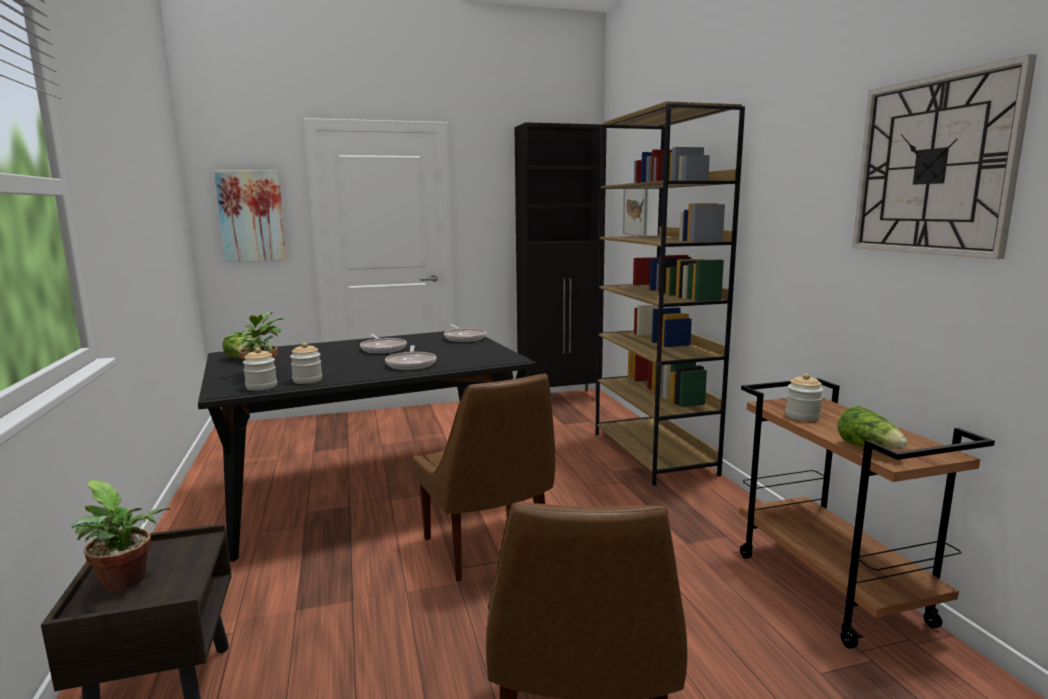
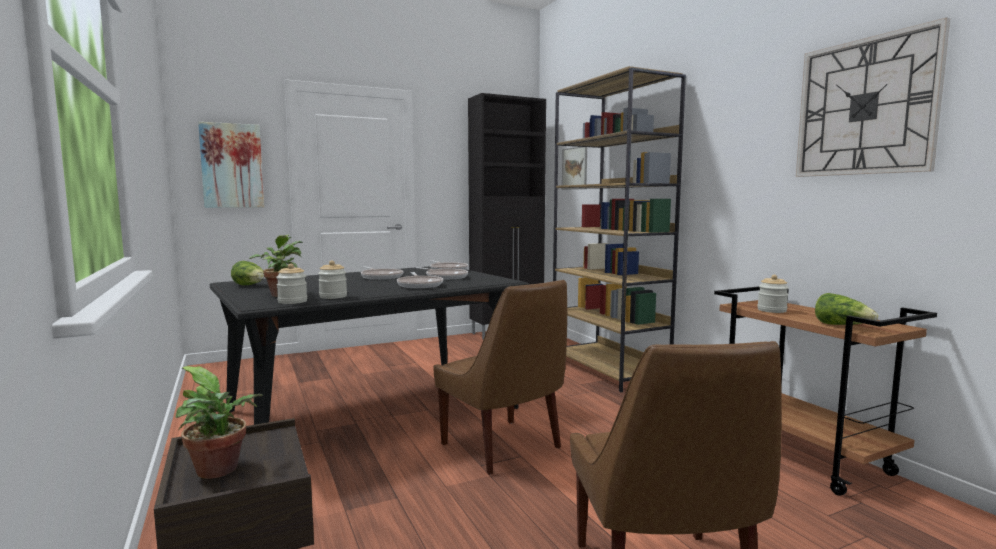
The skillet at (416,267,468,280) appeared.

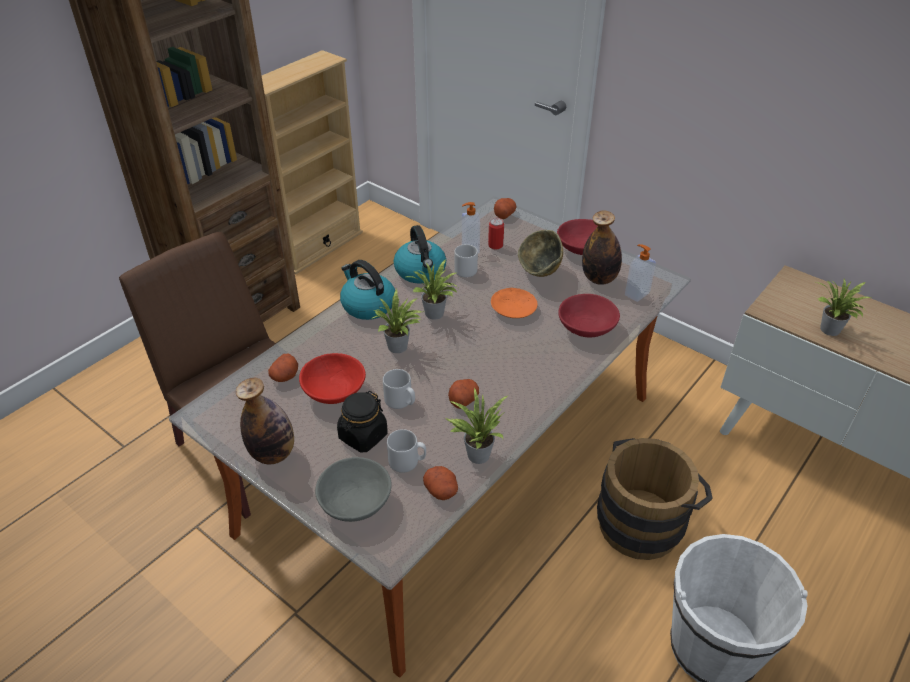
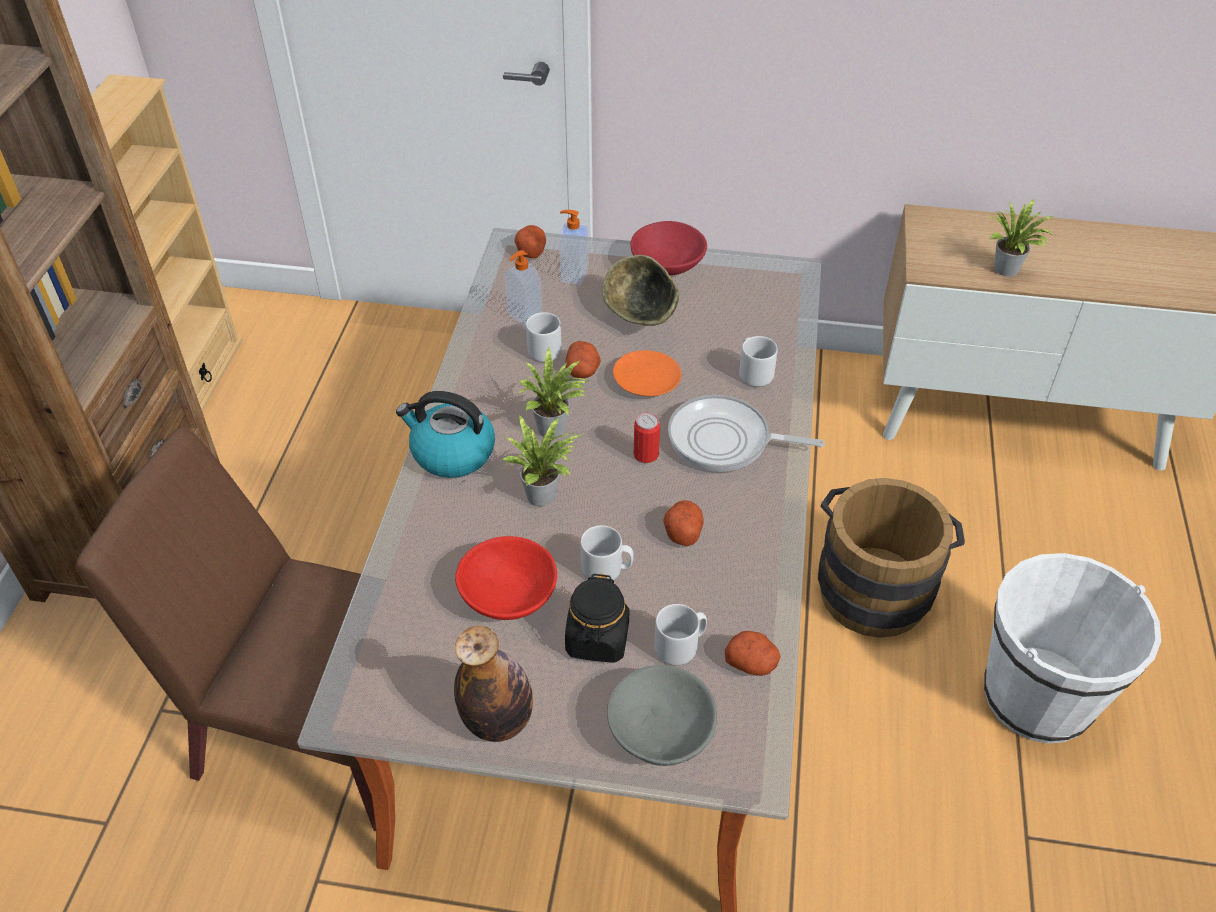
The whole potato moved from (268,354,298,382) to (565,341,601,378).
The kettle at (394,225,446,284) disappeared.
The plant in a pot at (445,388,508,464) disappeared.
The can moved from (488,218,504,249) to (634,413,660,463).
The red-coloured bowl at (558,294,620,337) was replaced by the gray tea mug at (739,336,778,387).
The drink bottle at (582,211,622,285) disappeared.
The soap dispenser moved from (625,244,656,302) to (559,210,589,285).
The skillet at (668,395,825,472) appeared.

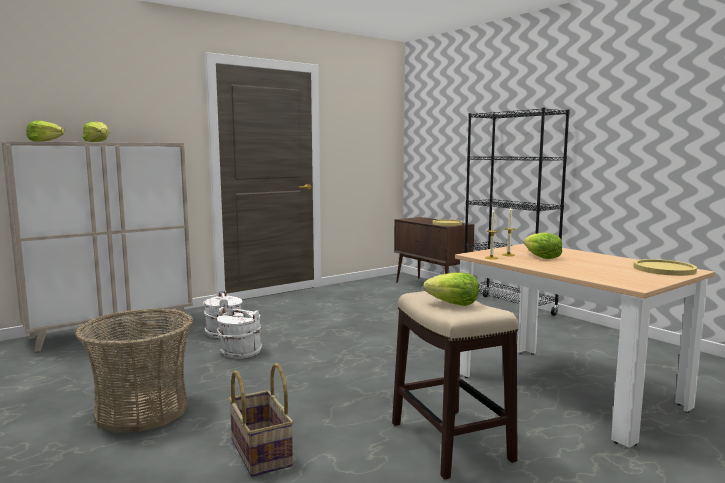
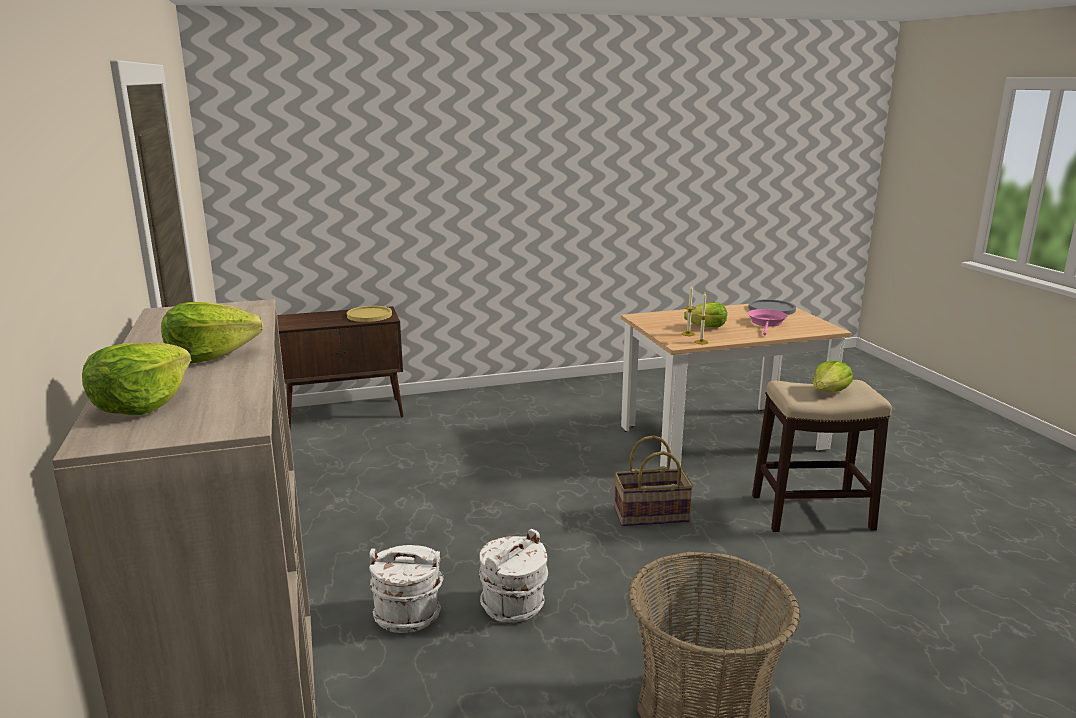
The storage basket moved from (228,363,294,477) to (614,435,693,527).
The blackish bookcase at (464,108,570,316) disappeared.
The yellowish plate at (634,259,697,276) became the gray plate at (748,299,796,315).
The pink skillet at (748,309,788,335) appeared.

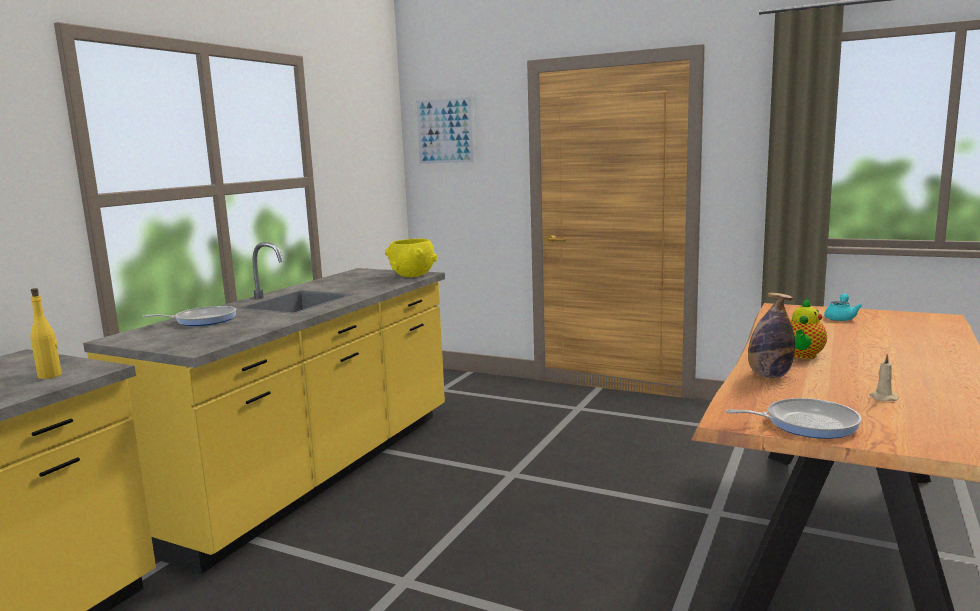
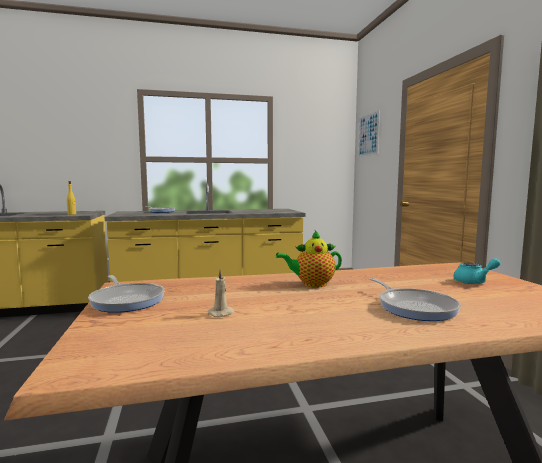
The yellowish bowl at (385,239,437,277) disappeared.
The drink bottle at (748,293,795,378) disappeared.
The skillet at (370,278,461,321) appeared.

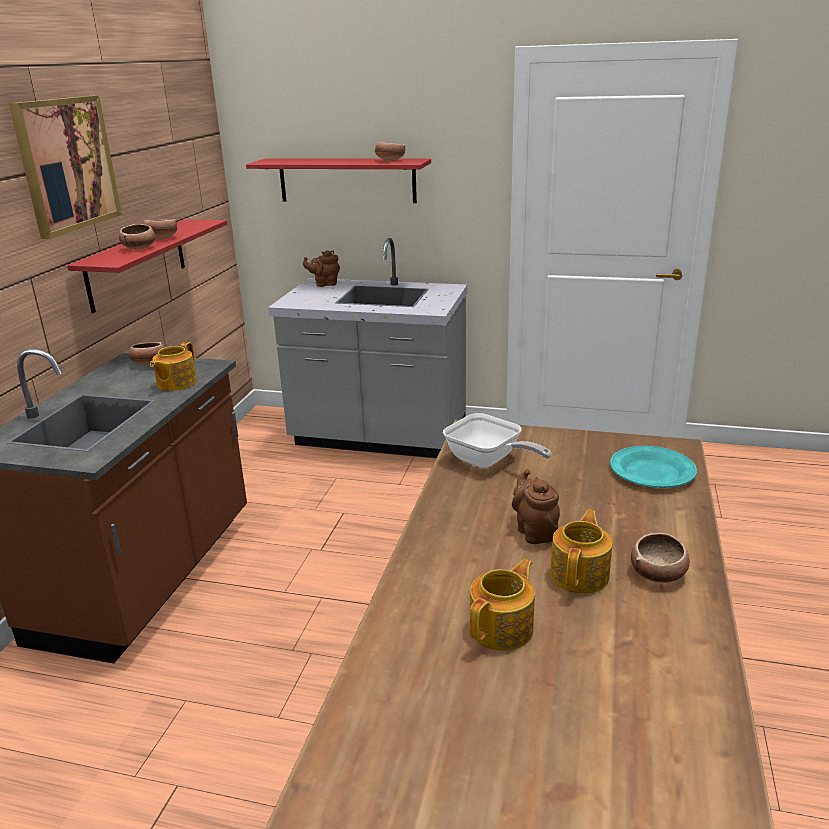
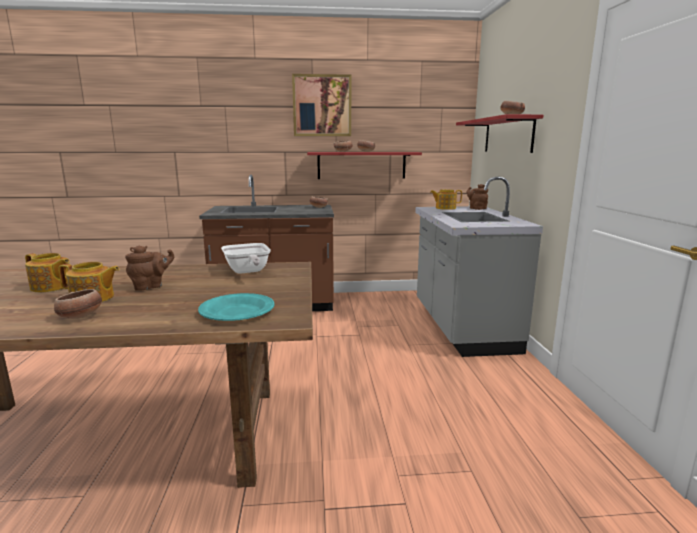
The teapot moved from (150,342,197,391) to (430,189,462,210).
The skillet at (443,413,551,468) turned 45 degrees counterclockwise.

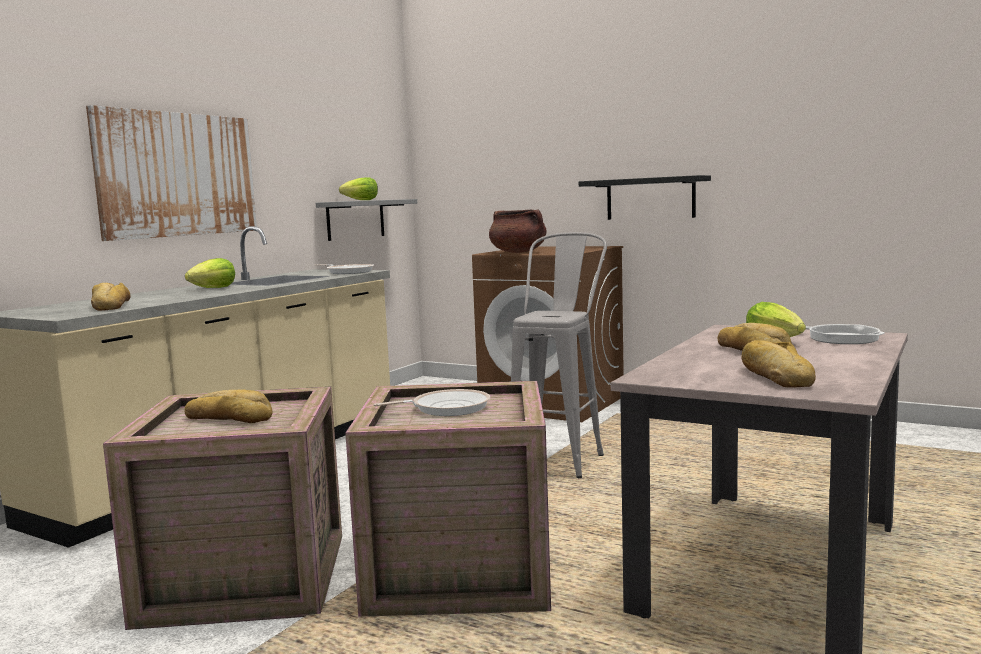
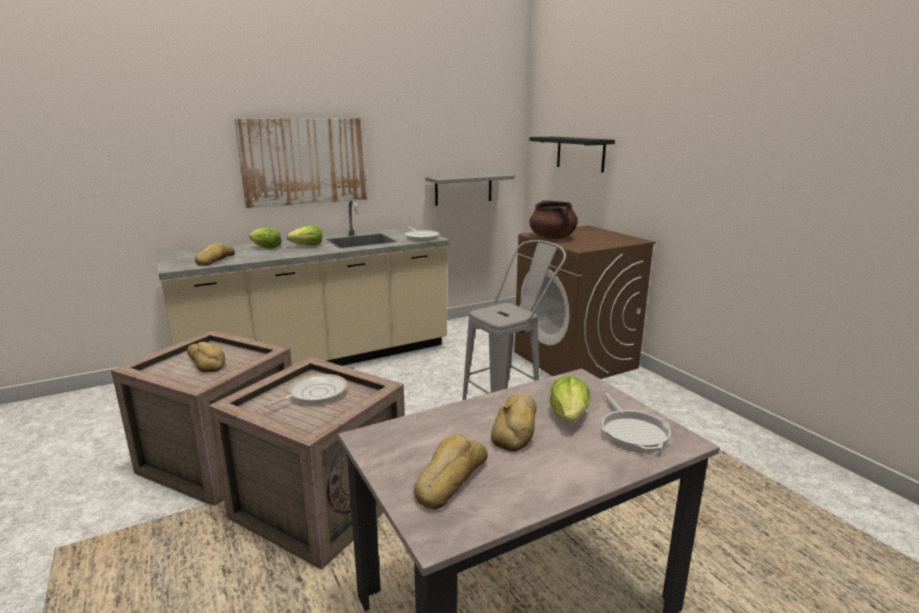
The lettuce moved from (339,177,378,200) to (249,228,282,249).
The skillet at (373,389,490,416) turned 60 degrees counterclockwise.
The blackish bracket shelf moved from (579,175,711,220) to (529,137,615,173).

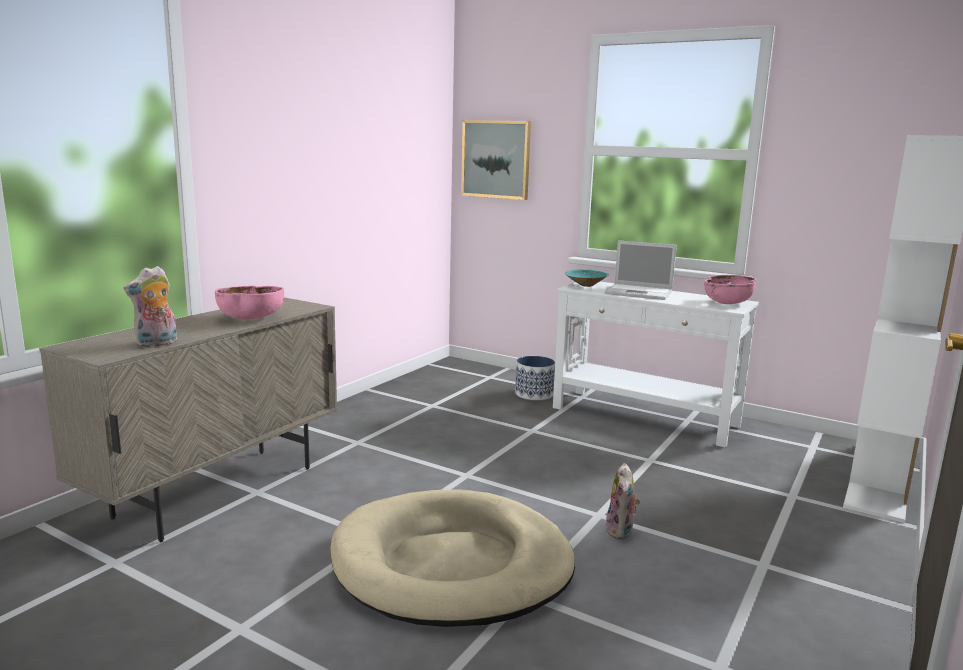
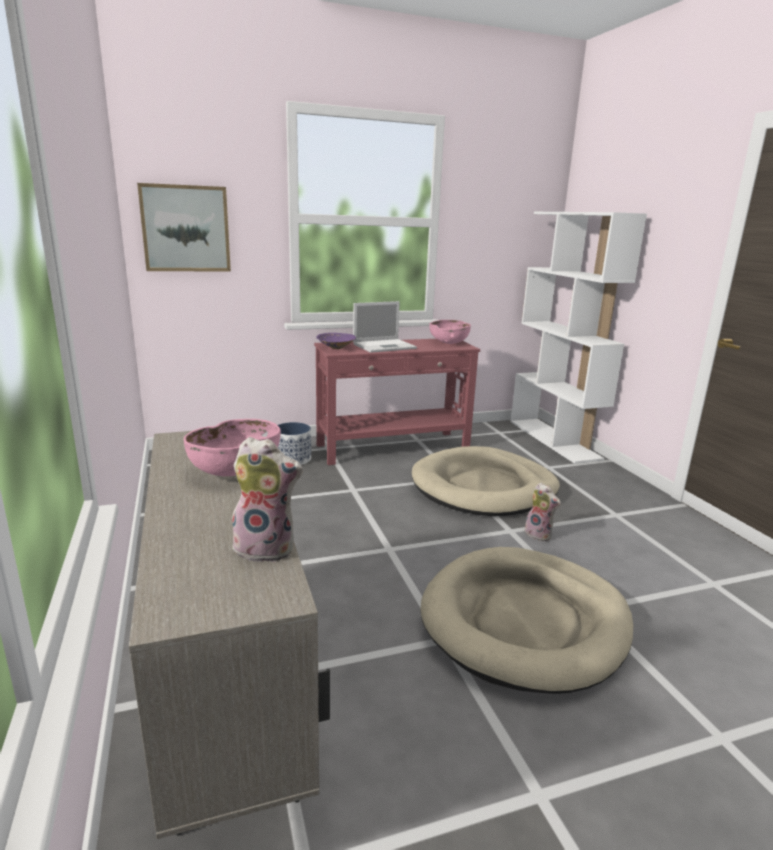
The soft toy at (124,266,177,348) turned 75 degrees counterclockwise.
The whitish console table at (553,282,759,448) became the red-coloured console table at (314,339,480,465).
The blue-green bowl at (565,269,609,287) became the purple-coloured bowl at (316,333,356,349).
The beige-coloured dog bed at (411,446,560,516) appeared.

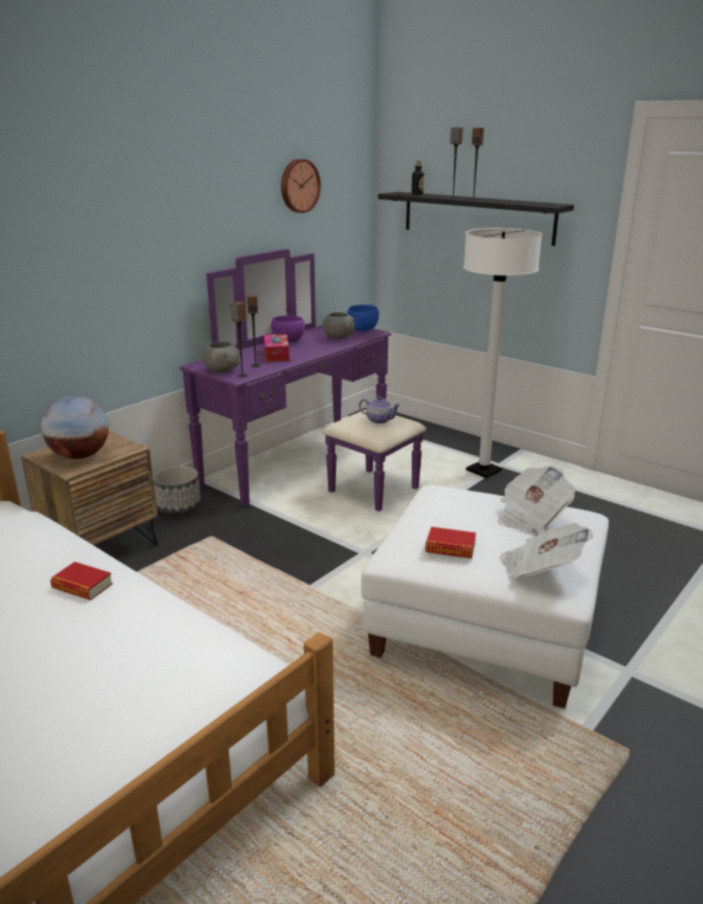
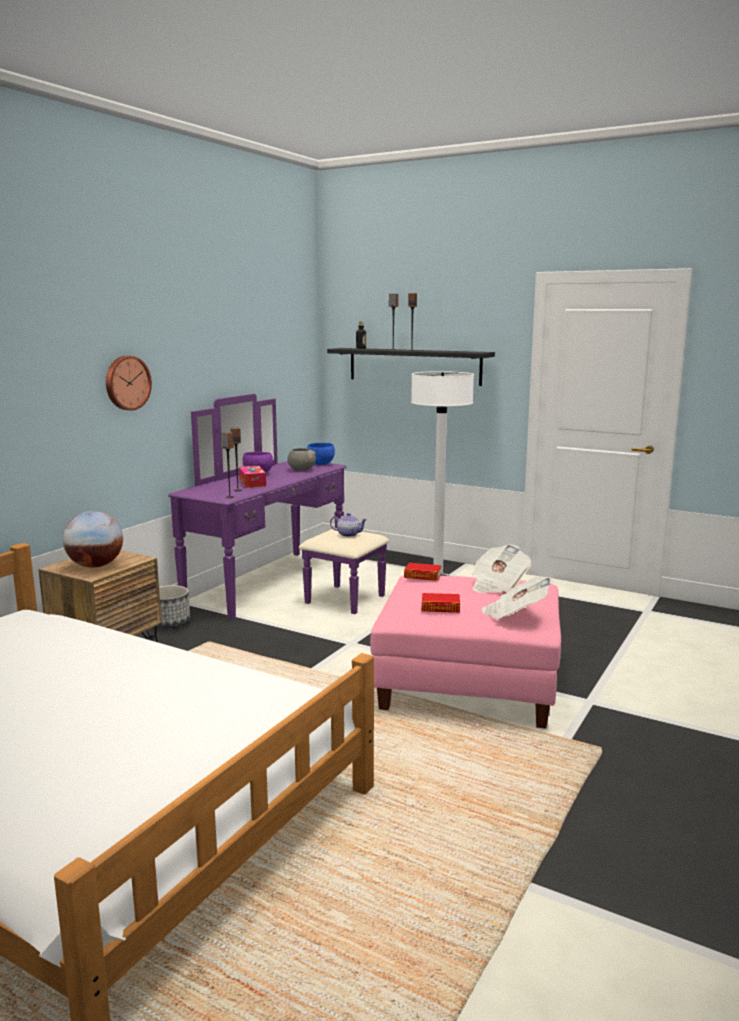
The book moved from (50,562,113,600) to (404,563,442,581).
The gray bowl at (202,342,240,373) disappeared.
The hanging clock moved from (281,159,321,213) to (106,356,152,411).
The whitish footrest at (361,485,609,709) became the pink footrest at (370,576,561,728).

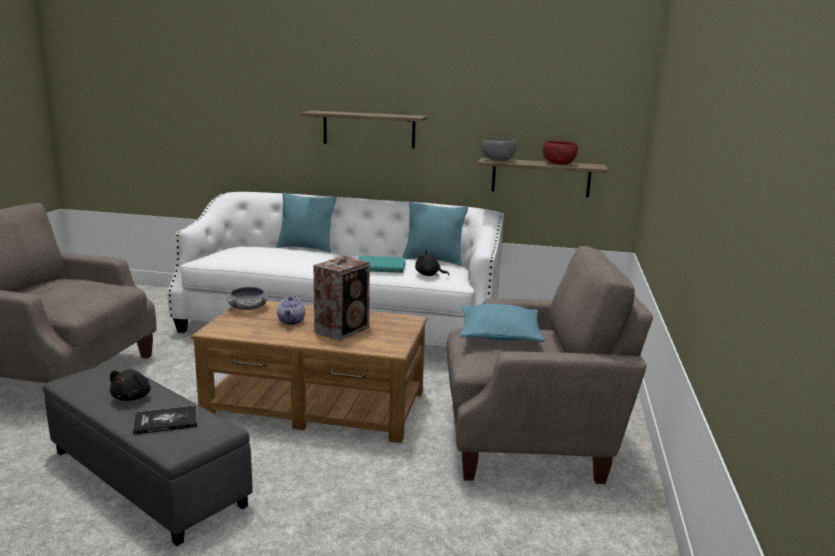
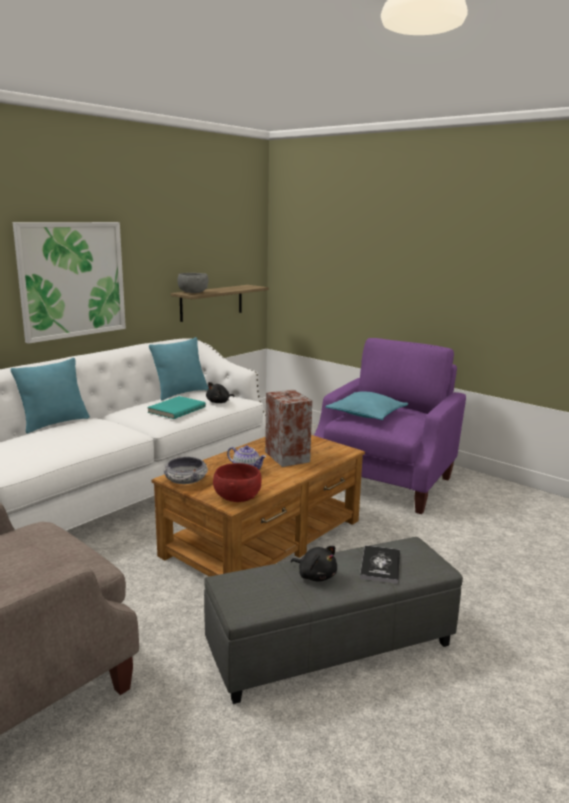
The bracket shelf at (301,111,428,149) was replaced by the picture at (13,222,126,344).
The beige-coloured armchair at (447,246,653,484) became the purple-coloured armchair at (314,338,466,514).
The red-coloured bowl moved from (543,141,578,165) to (213,463,262,502).

